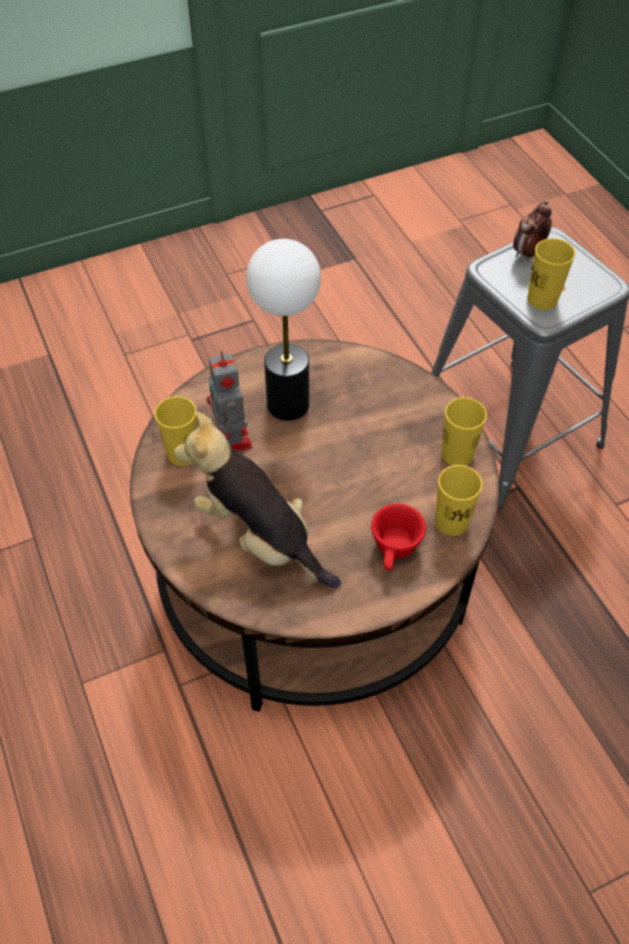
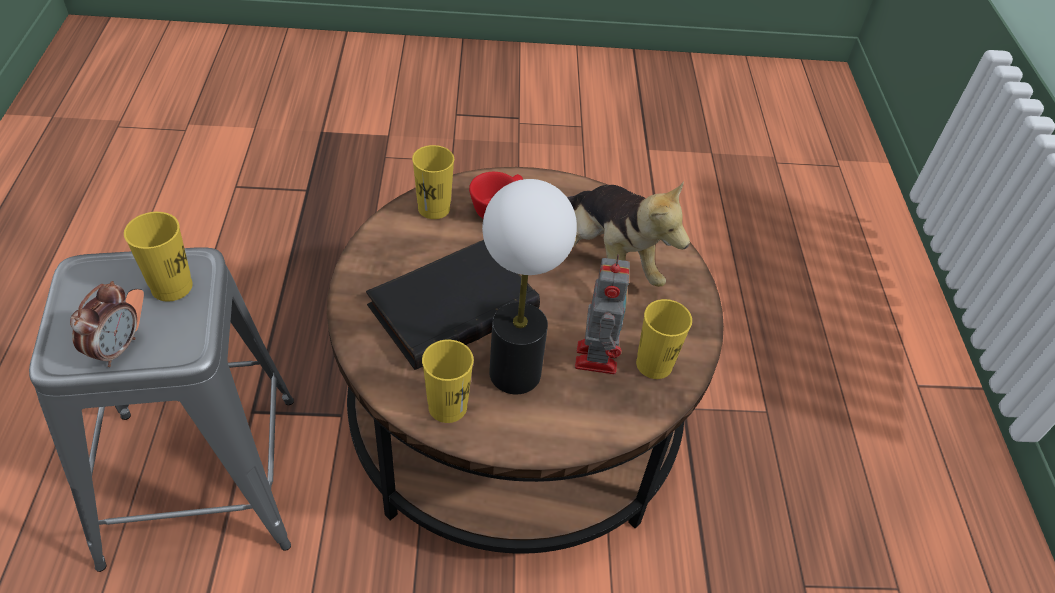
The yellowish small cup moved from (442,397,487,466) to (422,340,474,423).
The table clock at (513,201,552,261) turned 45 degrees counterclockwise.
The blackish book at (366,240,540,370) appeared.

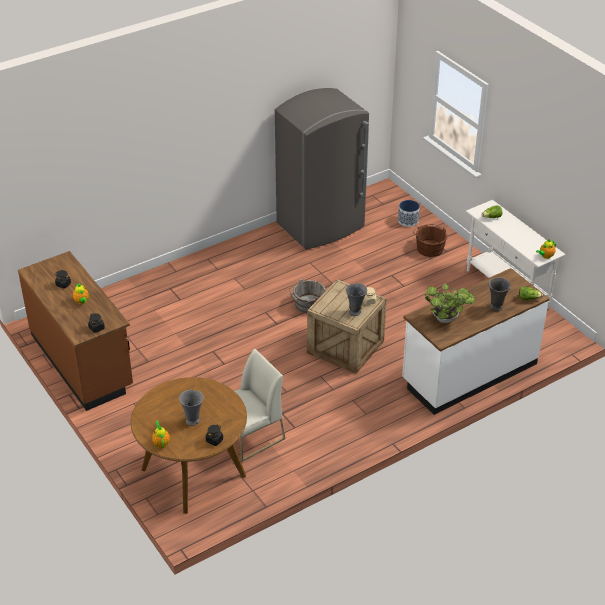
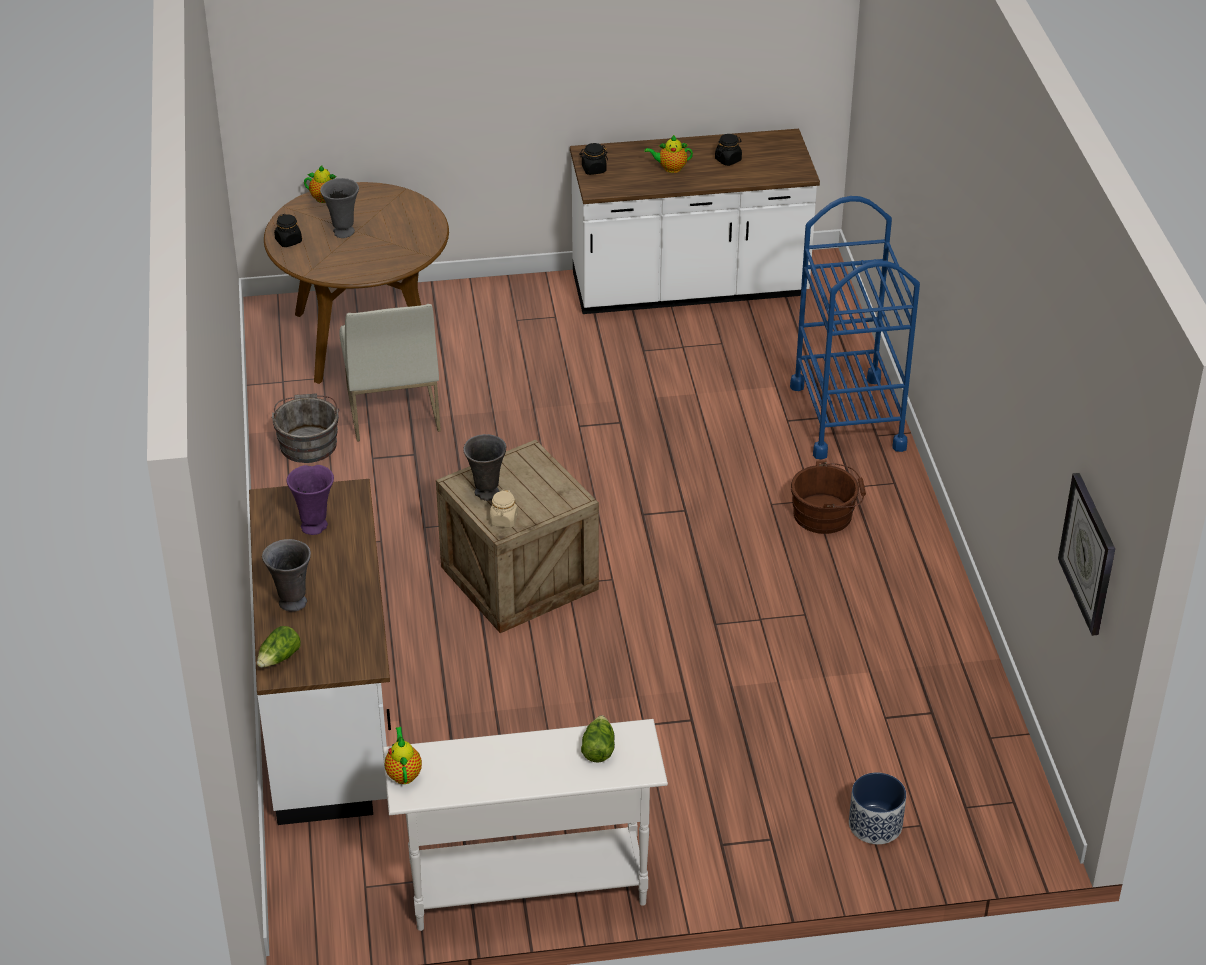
The brown-coloured kitchen base unit at (18,251,133,411) became the whitish kitchen base unit at (570,129,820,314).
The gray kitchen fridge at (275,88,369,250) disappeared.
The gray water bucket moved from (289,279,326,313) to (272,394,339,463).
The brown-coloured water bucket moved from (413,224,447,257) to (791,461,866,534).
The plant in a pot at (425,284,475,323) was replaced by the purple-coloured decorative vase at (286,465,334,535).
The bluish trolley at (790,196,920,459) appeared.
The hanging clock at (1058,473,1115,636) appeared.

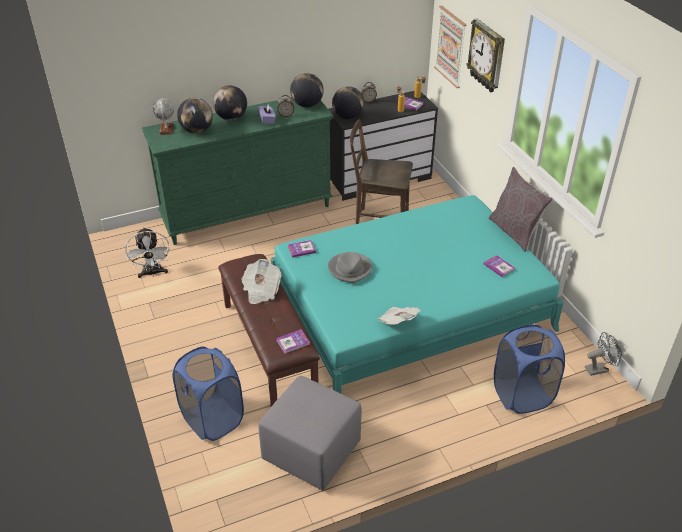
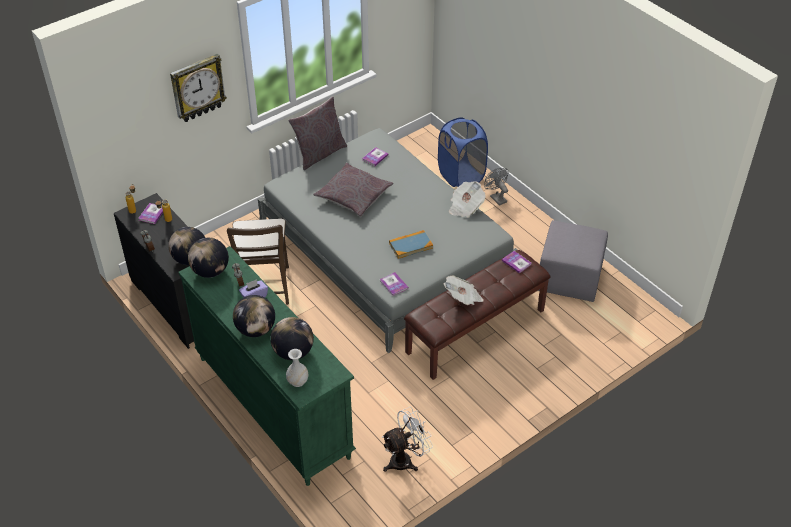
The globe at (153,99,174,135) was replaced by the whitish decorative vase at (286,349,308,387).
The bluish laundry basket at (172,347,244,441) disappeared.
The blue-green bed at (271,195,564,393) became the gray bed at (258,128,517,353).
The gray clothing hat at (328,252,372,283) was replaced by the book at (389,230,433,259).
The picture at (434,5,466,88) disappeared.
The gray electric fan moved from (585,332,622,376) to (484,168,509,206).
The gray throw pillow at (313,163,393,217) appeared.

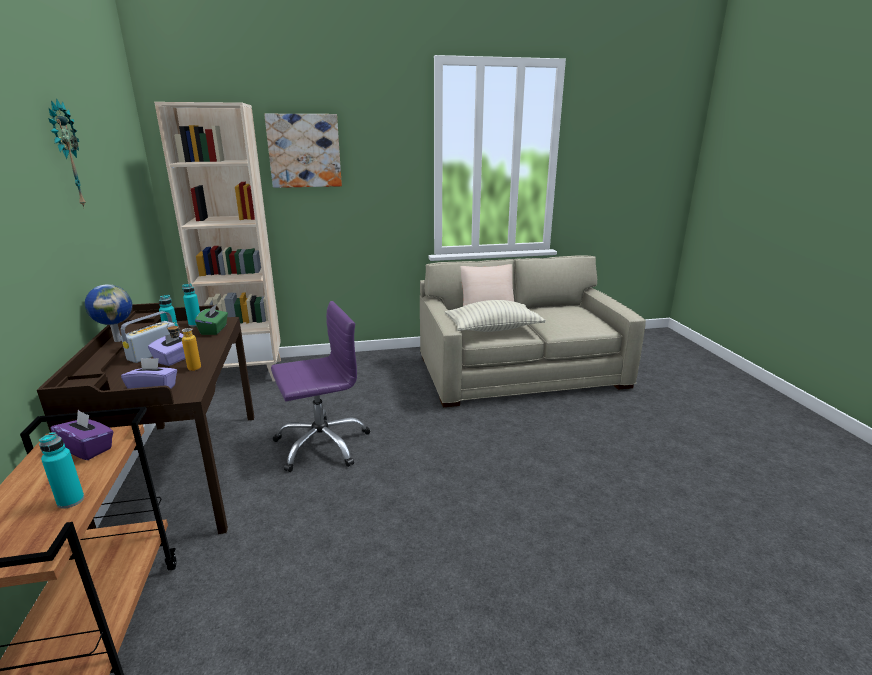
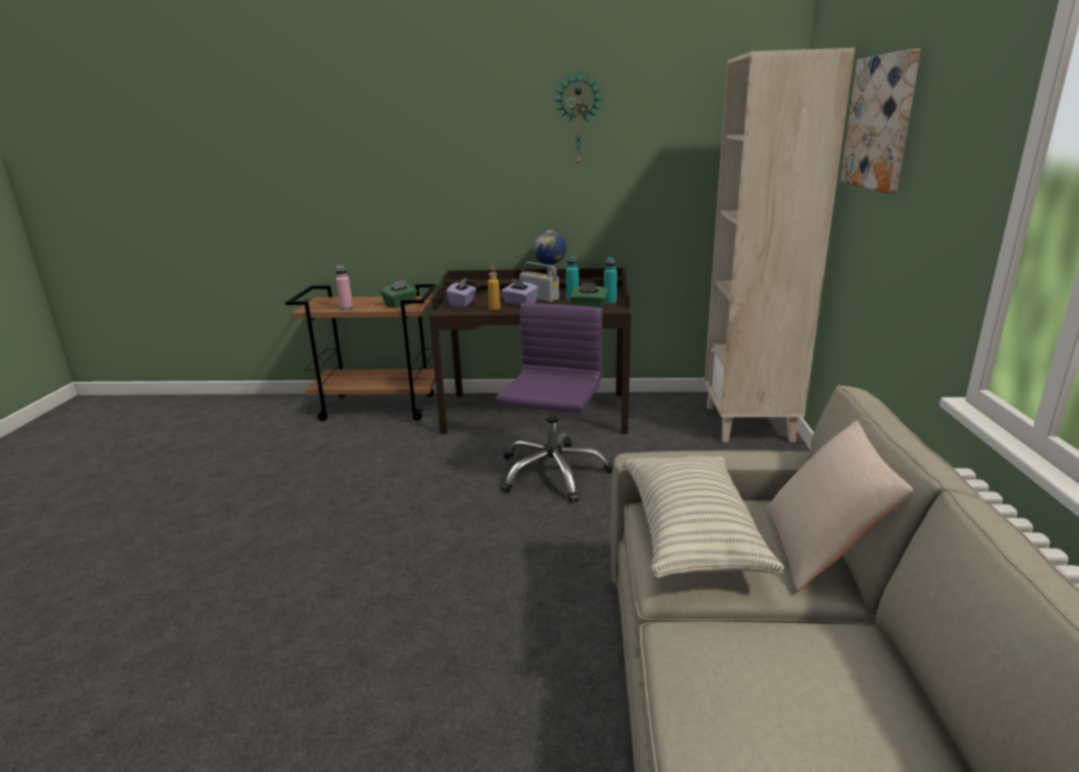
The blue-green drink bottle at (39,432,84,509) became the pink drink bottle at (336,266,353,310).
The purple-coloured box of tissues at (50,410,113,460) became the greenish box of tissues at (380,279,418,308).
The purple-coloured computer chair at (271,301,370,472) turned 150 degrees counterclockwise.

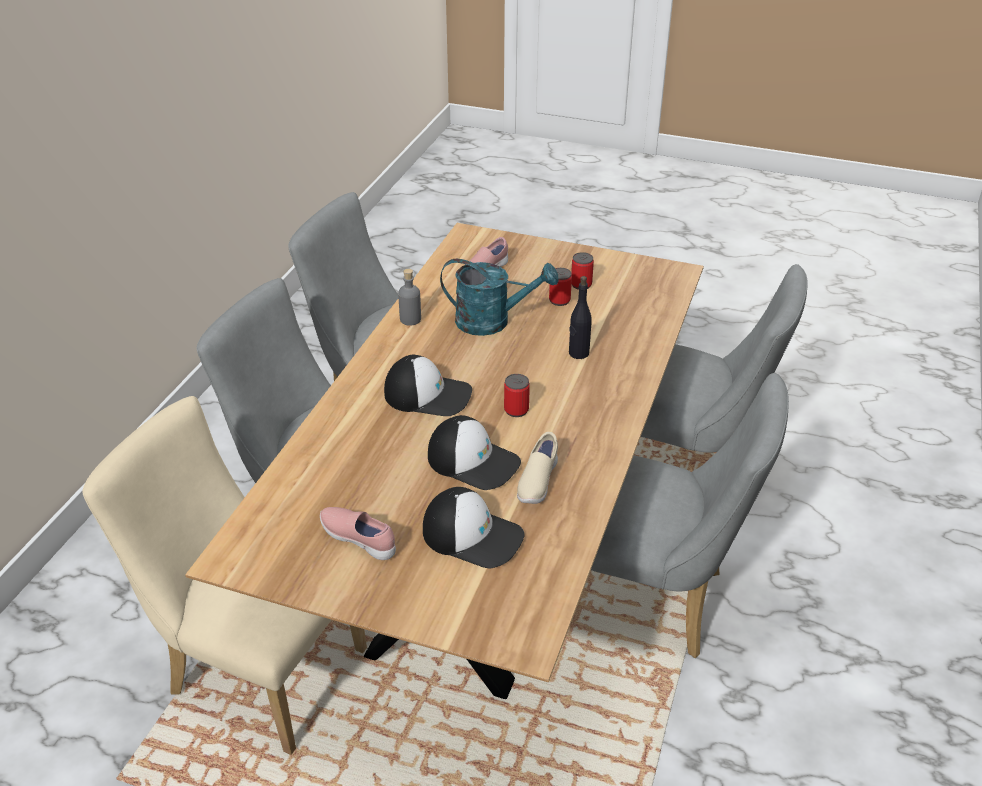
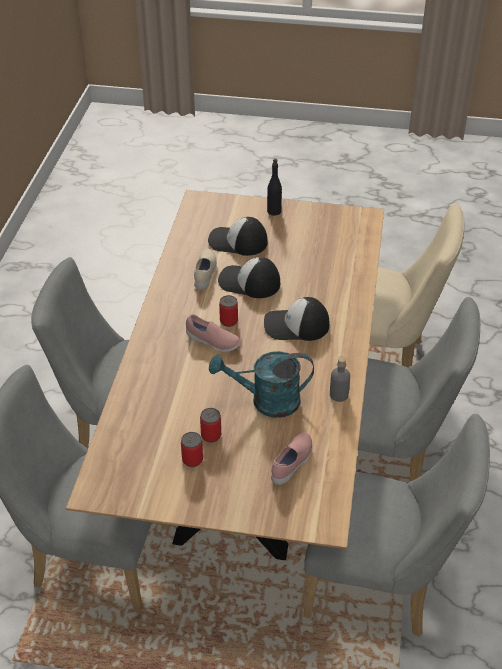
The pink item of footwear moved from (320,507,396,560) to (186,314,241,352).
The blackish drink bottle moved from (569,276,592,359) to (267,159,282,215).

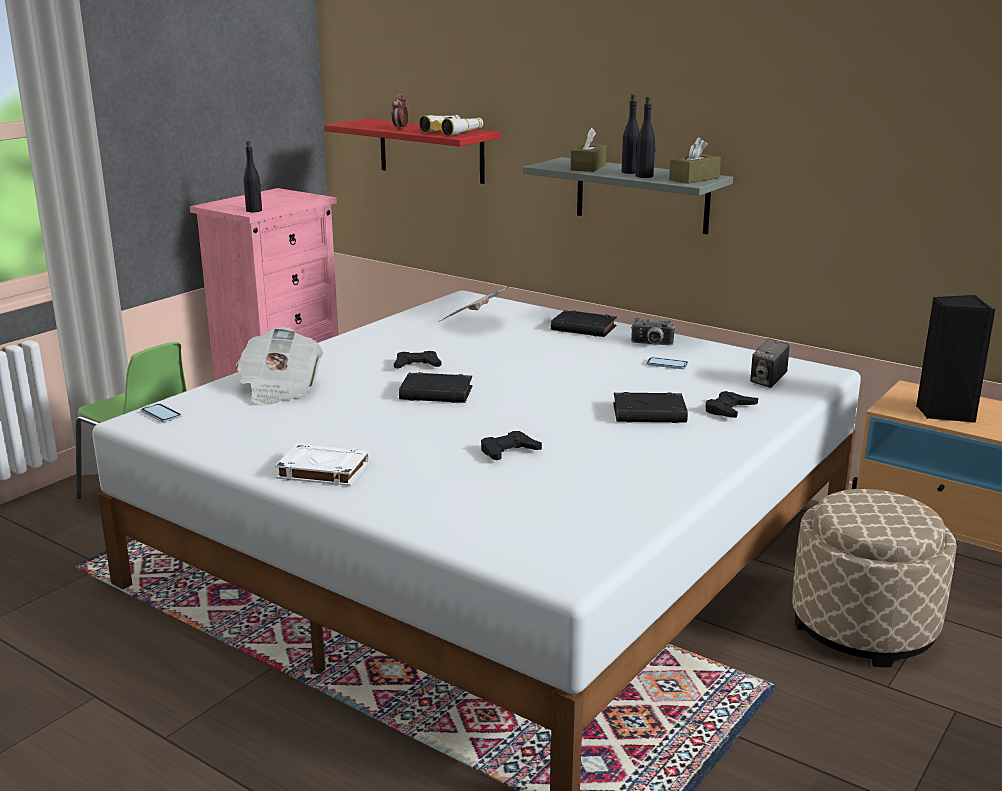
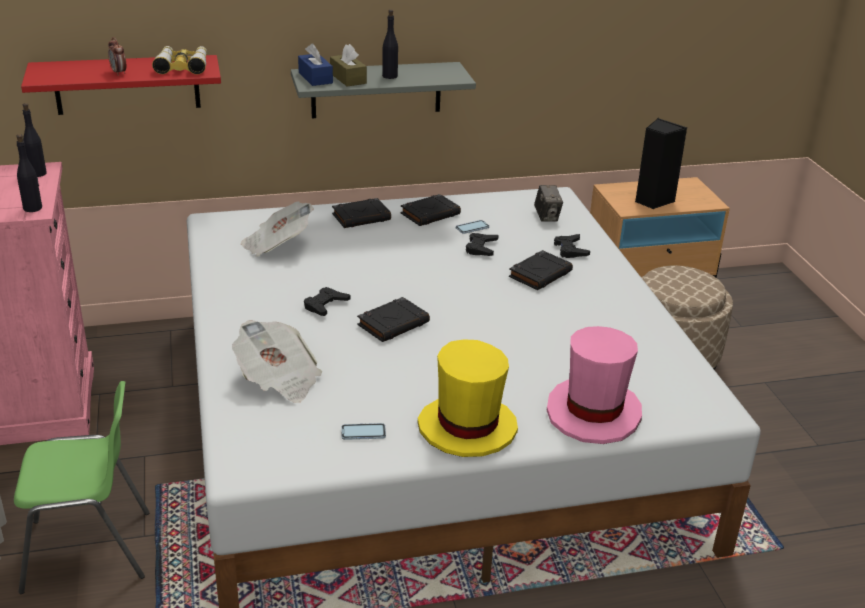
The handset moved from (141,404,181,422) to (341,423,386,440).
The whitish book at (275,444,369,486) was replaced by the yellowish clothing hat at (417,339,518,457).
The blackish game controller moved from (481,431,542,460) to (466,233,499,256).
The still camera at (631,318,675,345) was replaced by the blackish book at (401,194,461,226).
The blackish drink bottle moved from (636,97,656,178) to (23,103,47,177).
The brown-coloured box of tissues at (669,138,721,184) disappeared.
The bluish box of tissues at (298,43,333,86) appeared.
The pink clothing hat at (547,326,642,444) appeared.

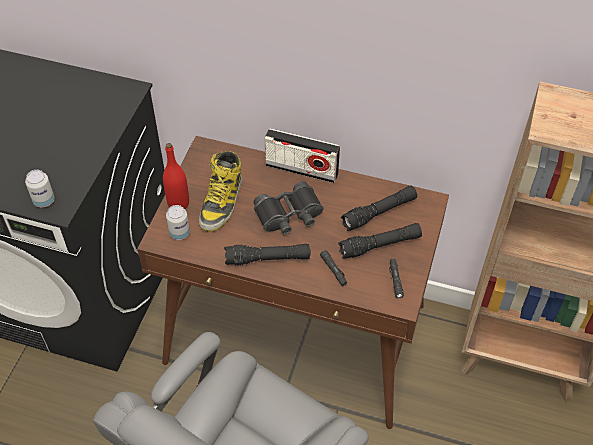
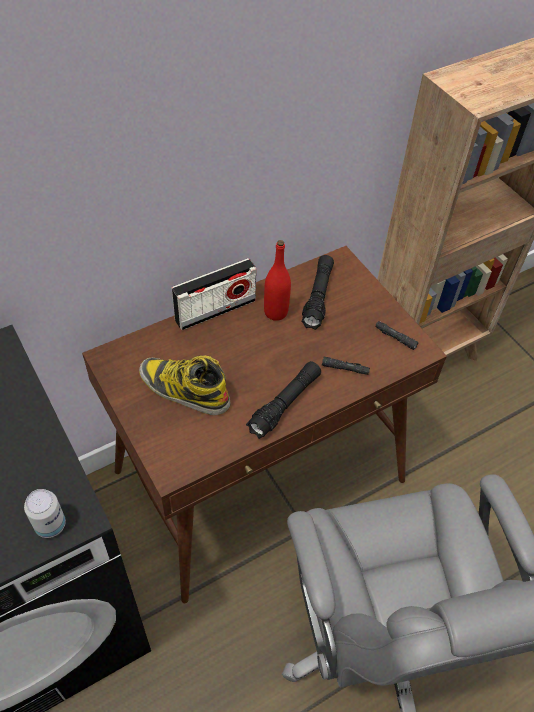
The red-coloured drink bottle moved from (163,143,189,209) to (264,240,291,321).
The can at (166,205,190,240) disappeared.
The high-top boot at (199,151,243,232) turned 150 degrees clockwise.
The blackish binoculars at (254,181,324,235) disappeared.
The blackish hand torch at (338,223,422,259) disappeared.

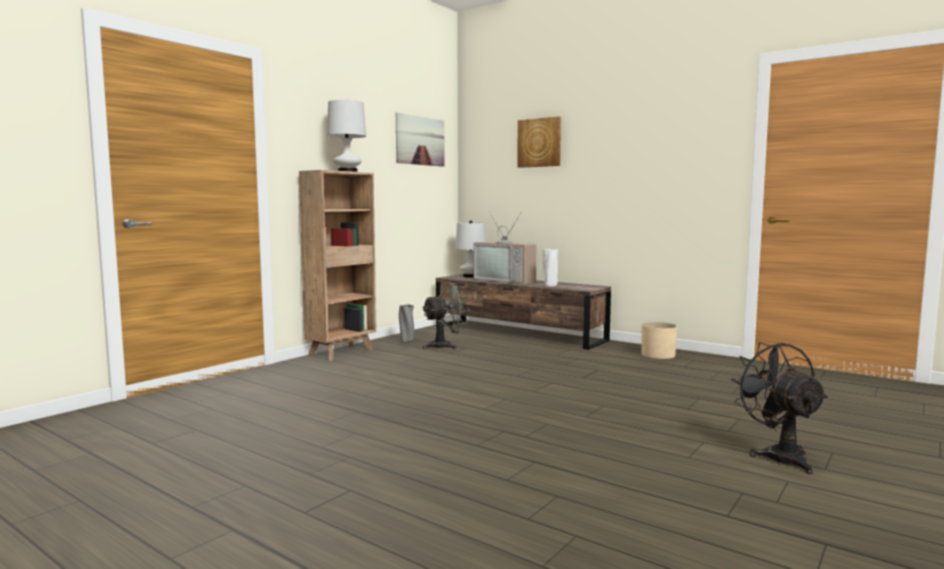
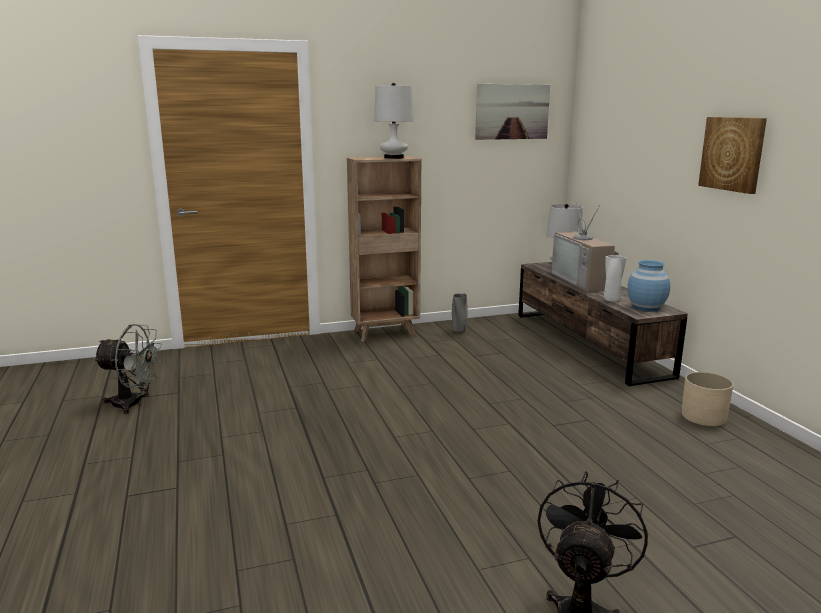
The gray electric fan moved from (422,283,470,349) to (93,324,162,414).
The picture moved from (517,116,561,168) to (698,117,767,194).
The bluish decorative vase at (627,260,670,311) appeared.

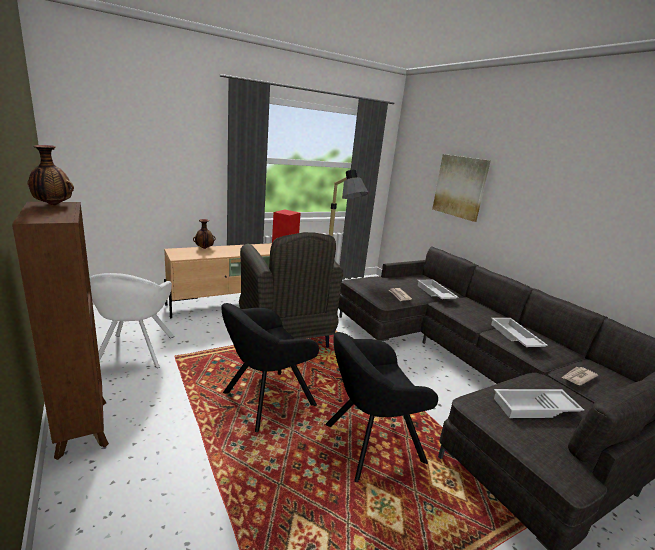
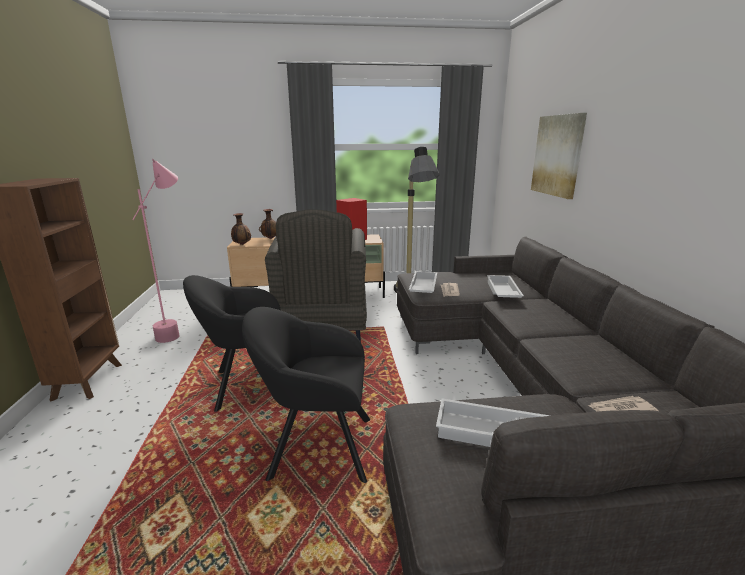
The decorative vase moved from (27,145,74,205) to (231,213,251,245).
The whitish armchair at (90,273,174,368) was replaced by the pink floor lamp at (132,159,180,343).
The whitish carrying tray moved from (491,318,548,347) to (409,271,437,293).

